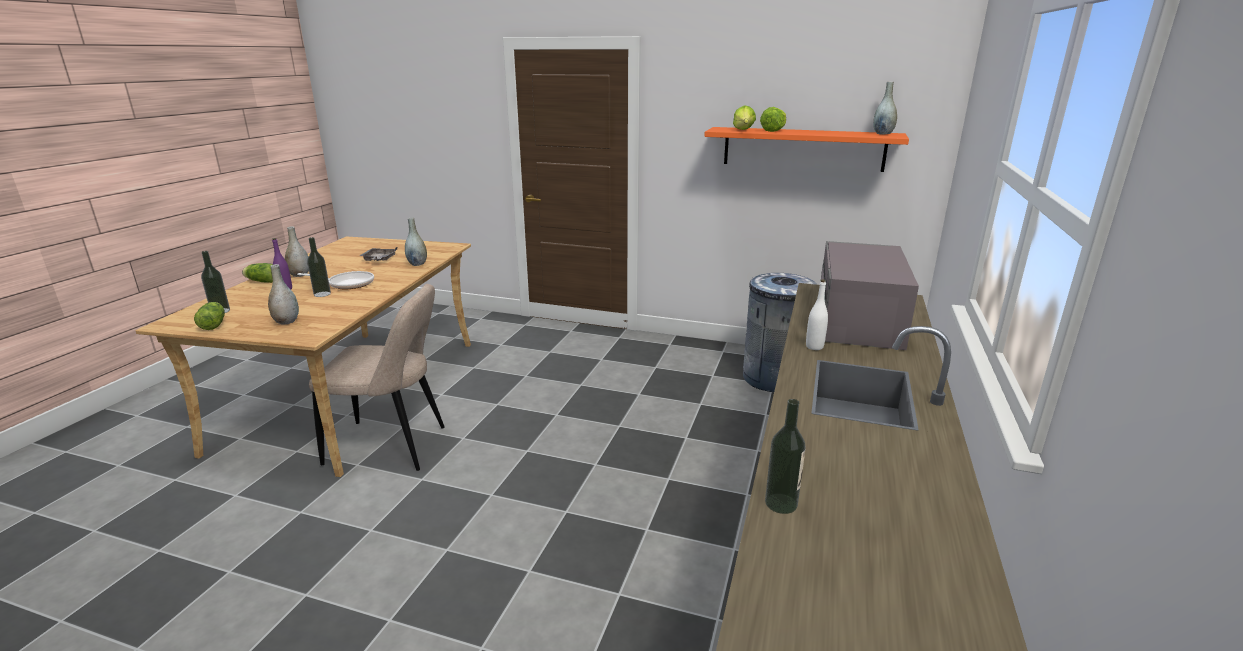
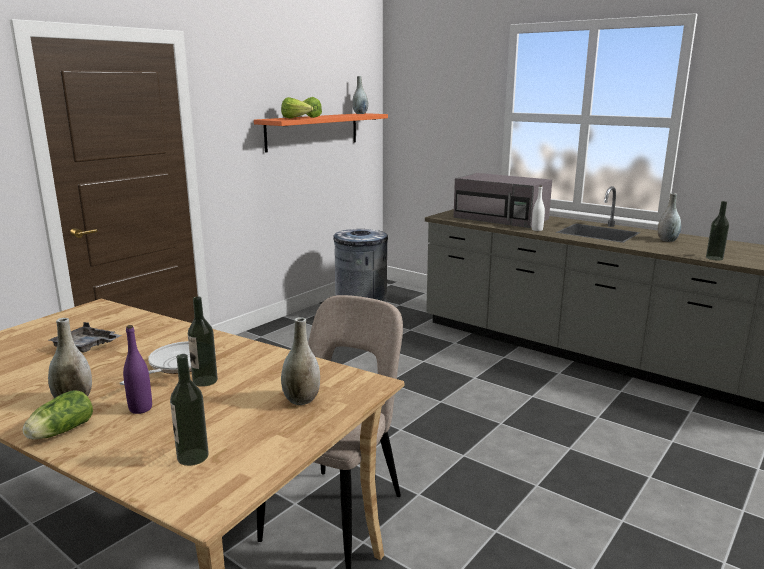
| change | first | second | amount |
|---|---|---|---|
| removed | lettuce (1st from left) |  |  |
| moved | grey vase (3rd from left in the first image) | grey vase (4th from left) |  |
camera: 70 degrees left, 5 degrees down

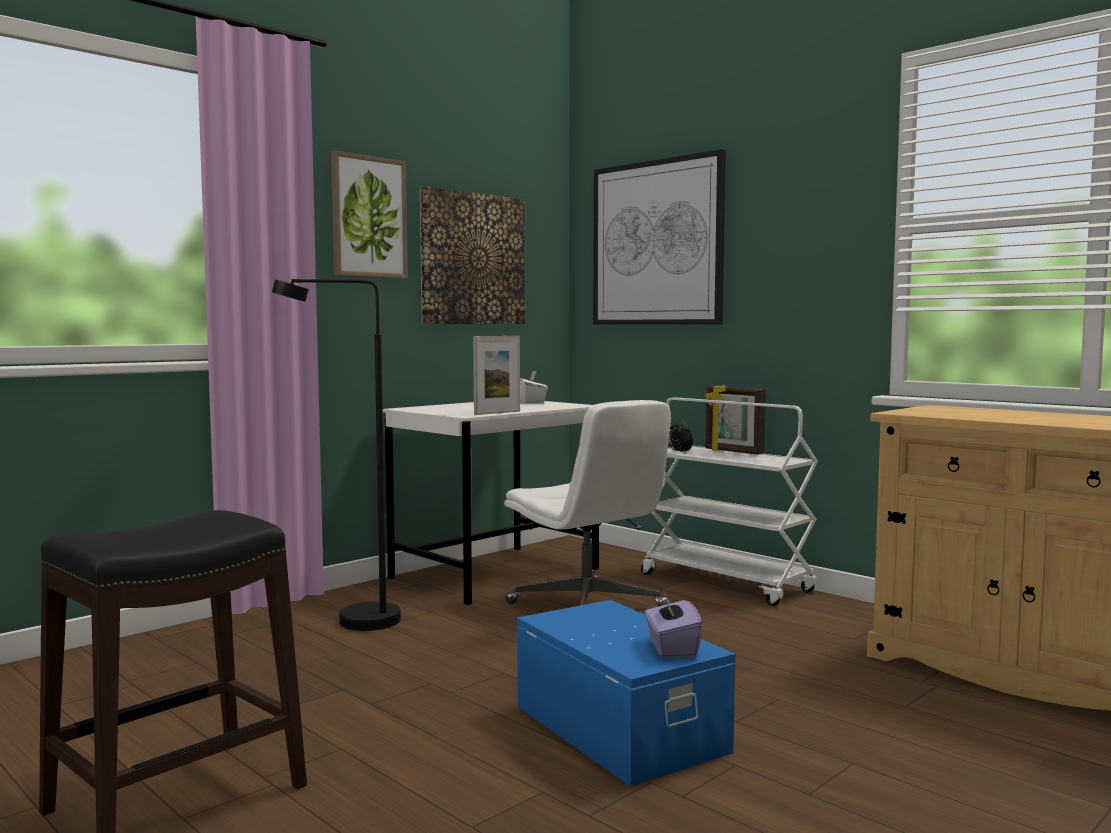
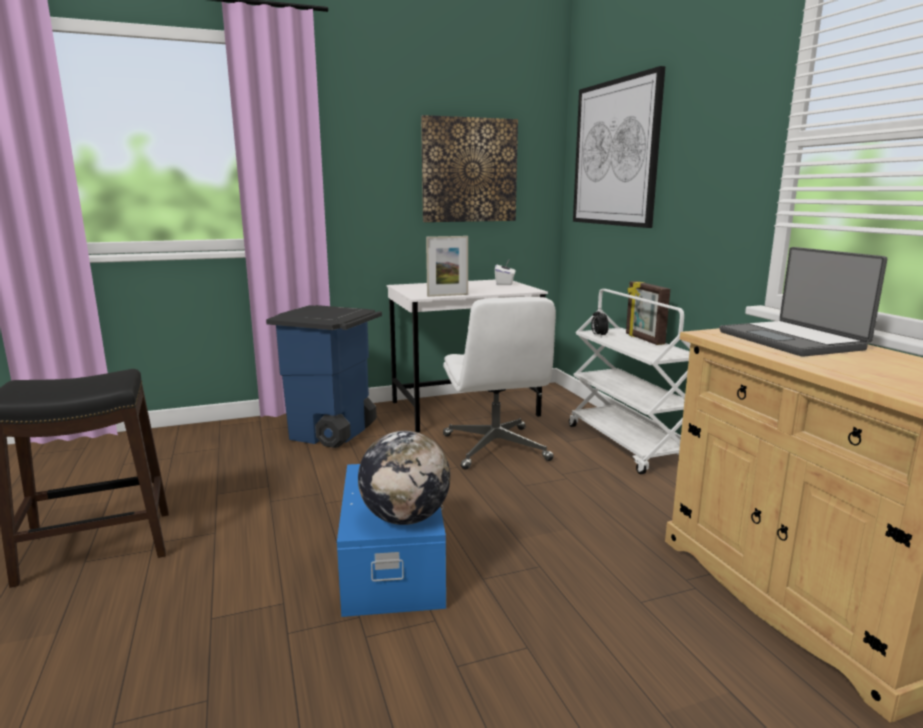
| change | first | second | amount |
|---|---|---|---|
| removed | picture (1st from left) |  |  |
| added |  | laptop |  |
| replaced | black floor lamp | blue trash can |  |
| replaced | purple tissue box | globe |  |
camera: 25 degrees right, 10 degrees up

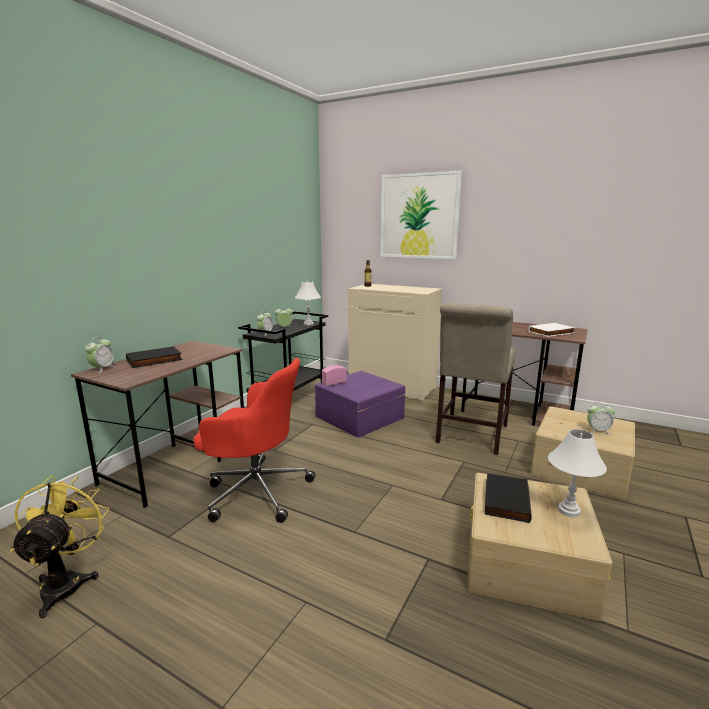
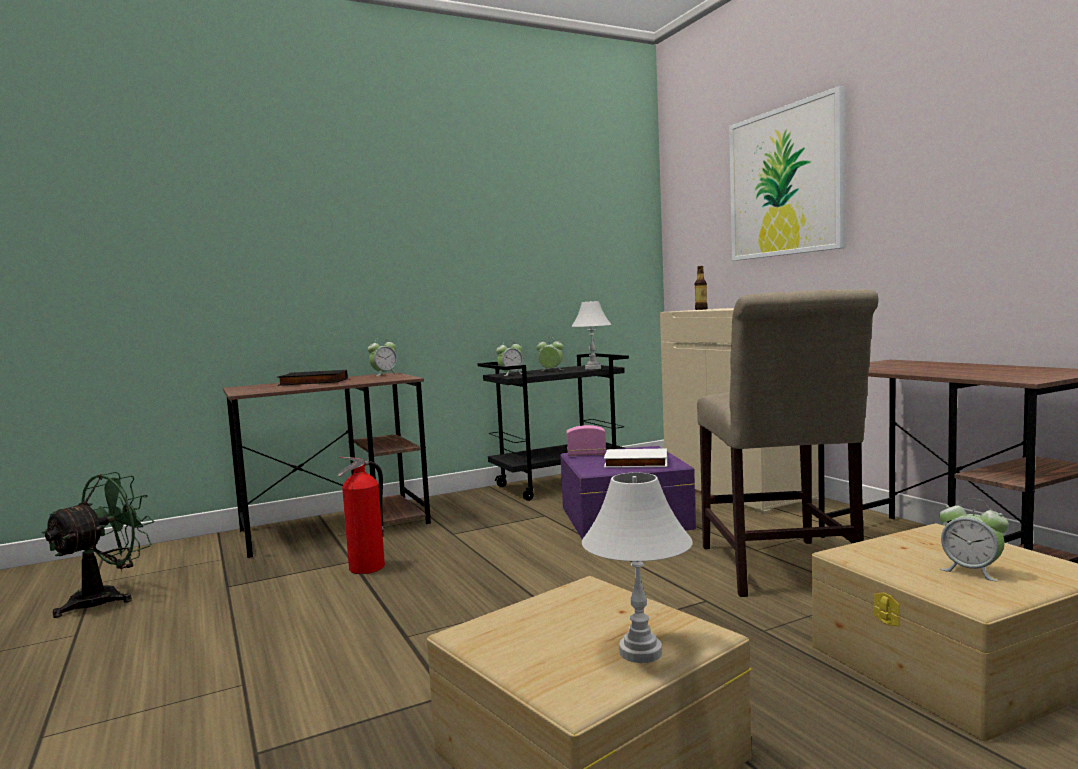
| change | first | second | amount |
|---|---|---|---|
| removed | black book (2nd from left) |  |  |
| moved | alarm clock (1st from left) |  |  |
| moved | white book |  |  |
| replaced | red office chair | fire extinguisher |  |
| recoloured | yellow fan | green fan |  |
| turned | beige chair |  | 60 degrees counterclockwise |
camera: 35 degrees right, 10 degrees down

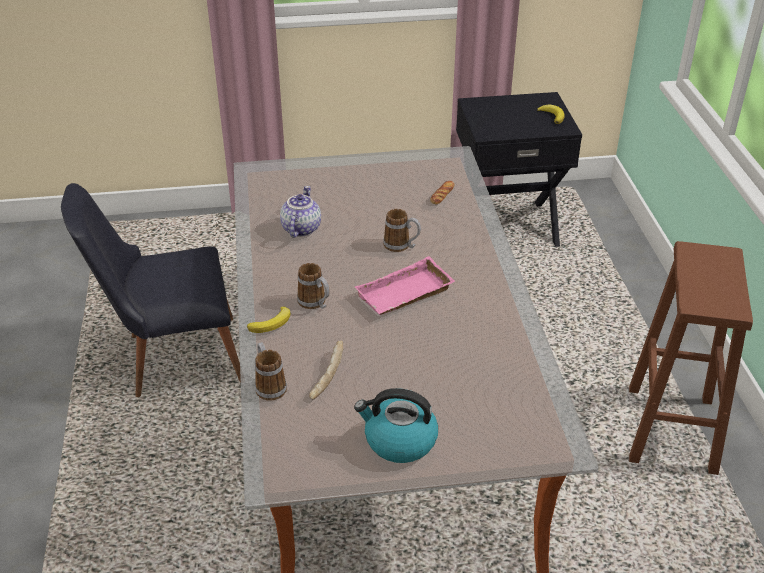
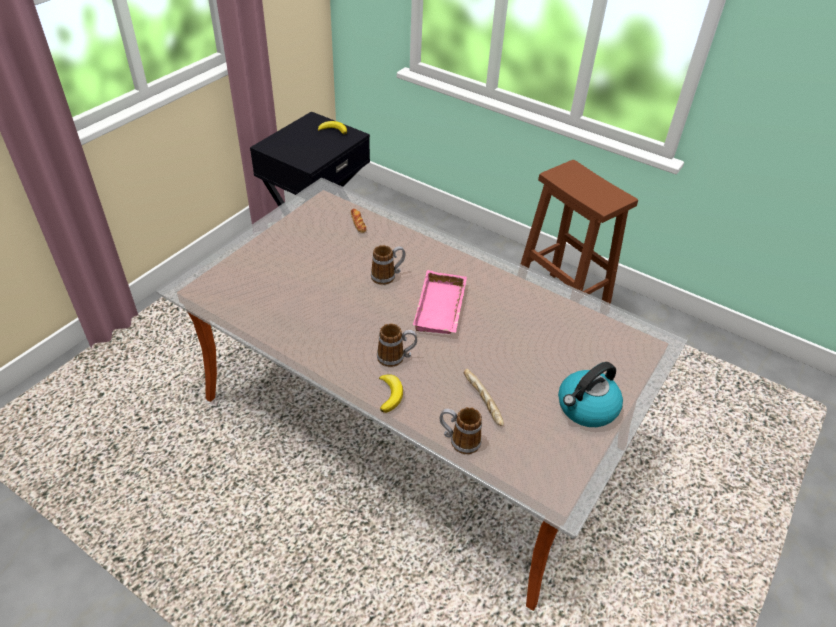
| change | first | second | amount |
|---|---|---|---|
| removed | black chair |  |  |
| removed | teapot |  |  |
camera: 50 degrees left, 5 degrees up

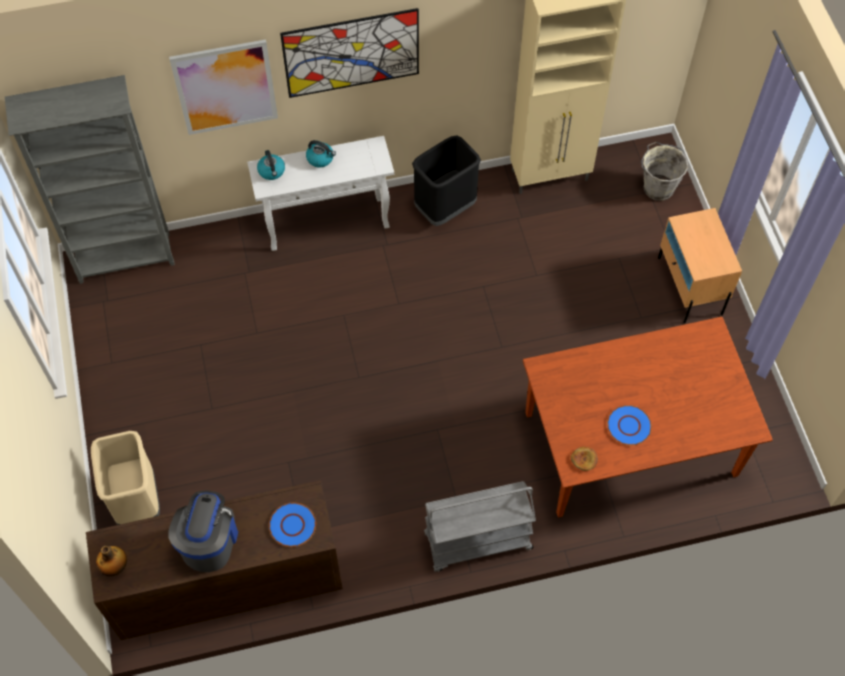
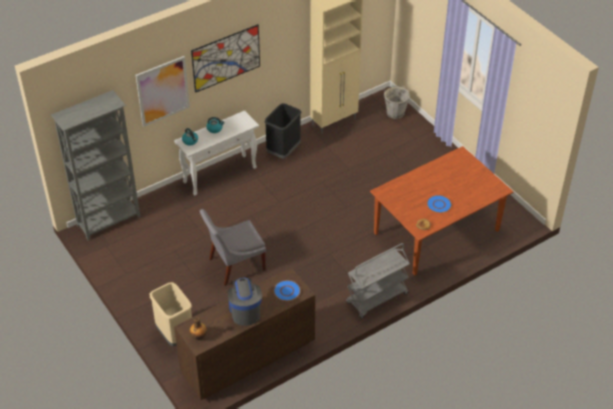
| change | first | second | amount |
|---|---|---|---|
| removed | beige nightstand |  |  |
| added |  | grey chair |  |
camera: 20 degrees left, 15 degrees down

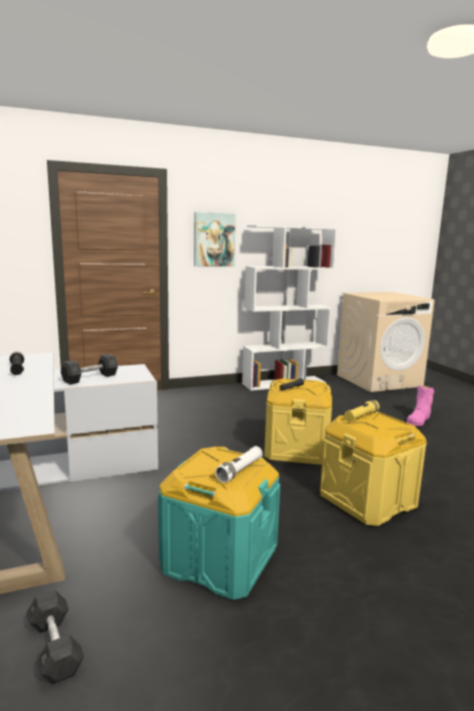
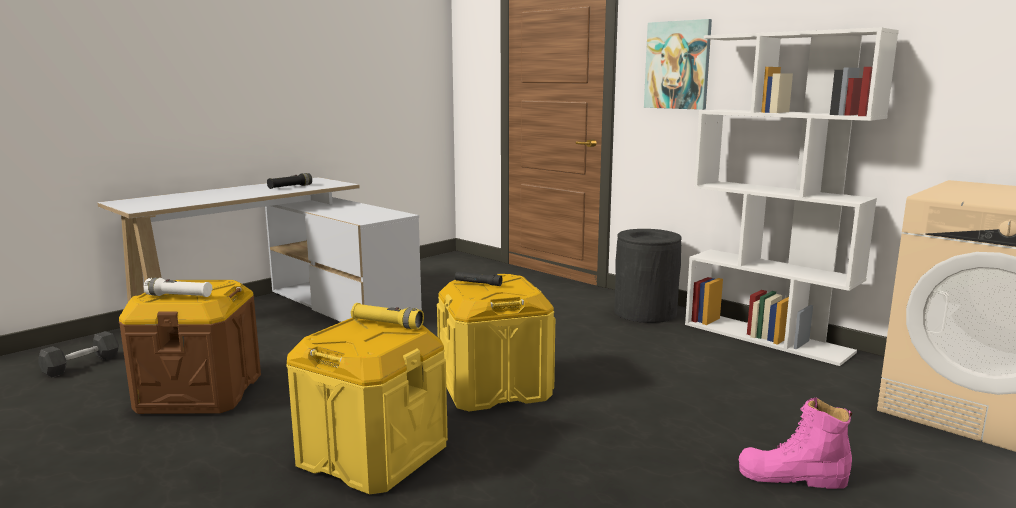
| change | first | second | amount |
|---|---|---|---|
| removed | grey dumbbell (2nd from left) |  |  |
| added |  | black trash can |  |
| recoloured | turquoise storage box | brown storage box |  |
camera: 65 degrees right, 0 degrees up

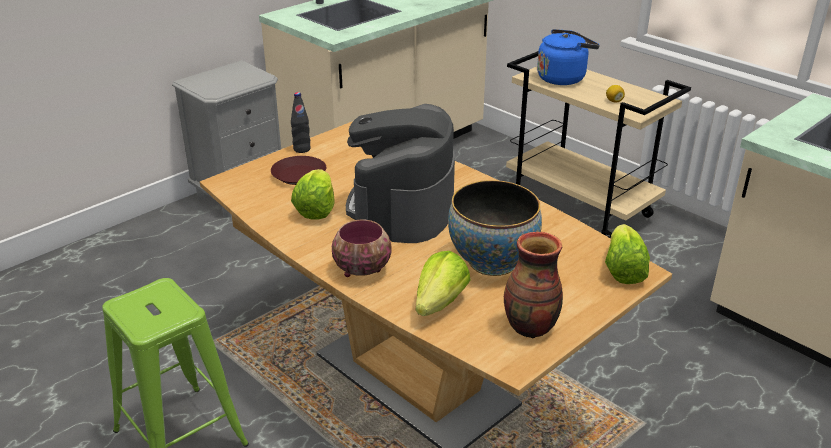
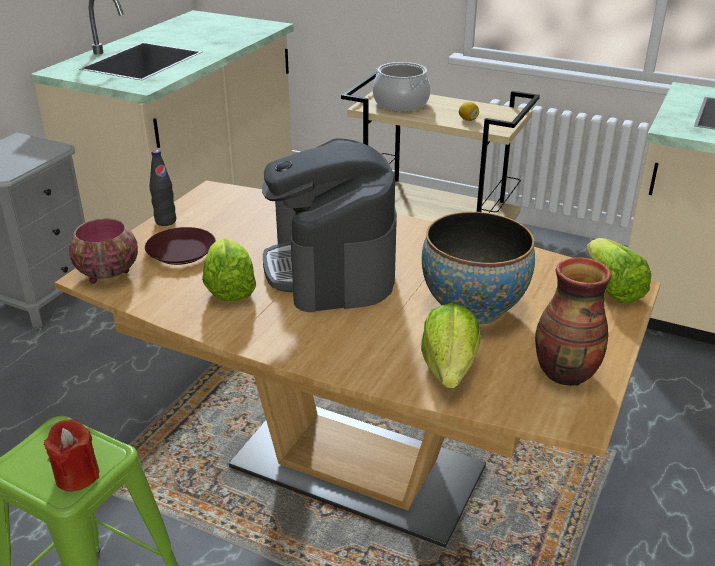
| change | first | second | amount |
|---|---|---|---|
| added |  | red candle |  |
| moved | bowl (1st from left) |  |  |
| replaced | blue kettle | cooking pot |  |
camera: 20 degrees left, 0 degrees up

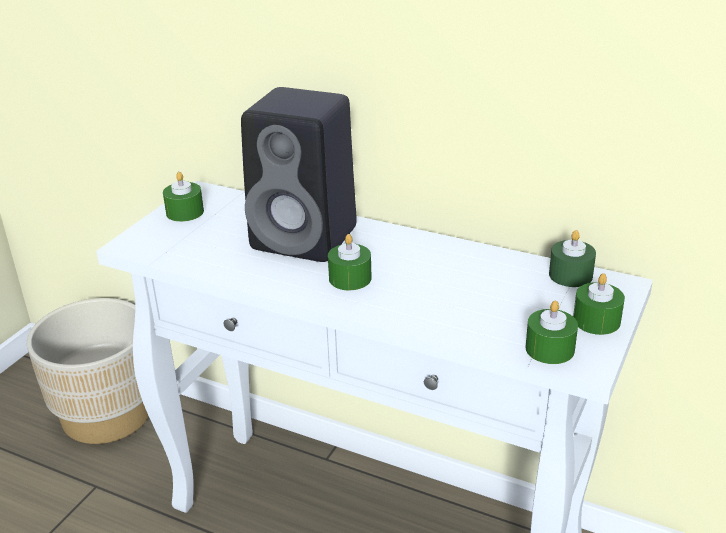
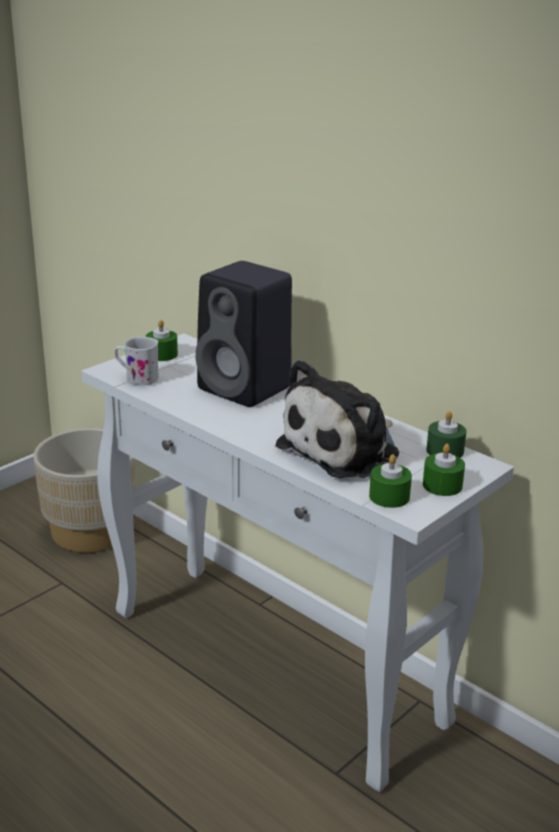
| change | first | second | amount |
|---|---|---|---|
| removed | green candle (2nd from left) |  |  |
| added |  | white mug |  |
| added |  | plush toy |  |
camera: 15 degrees right, 5 degrees down

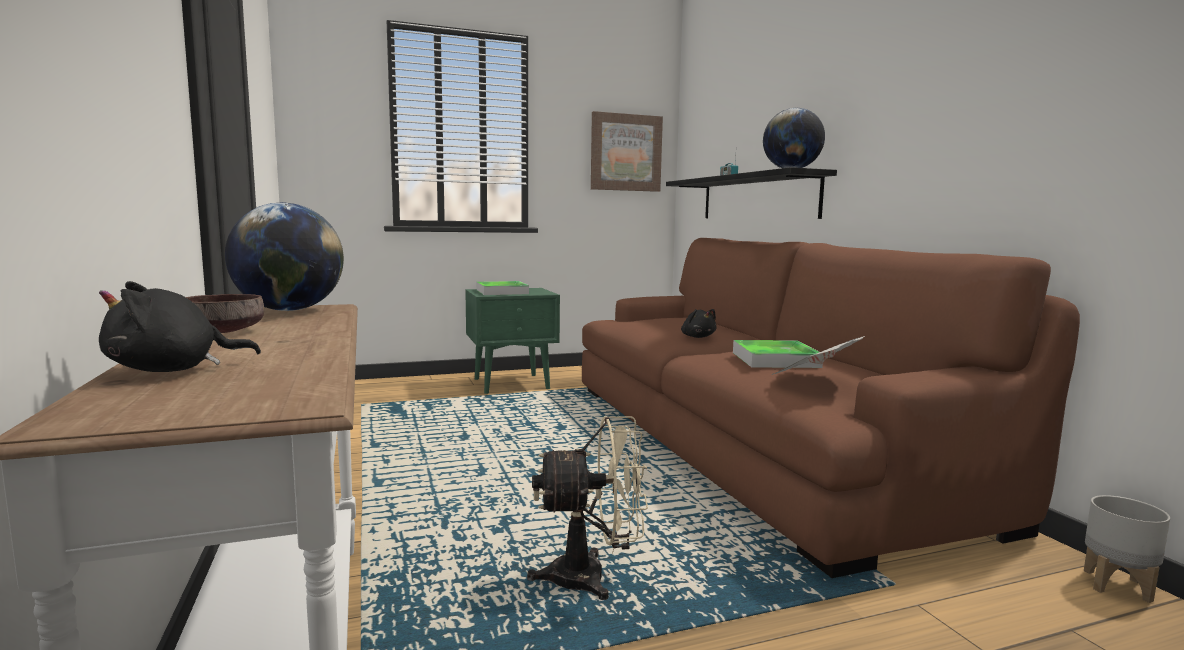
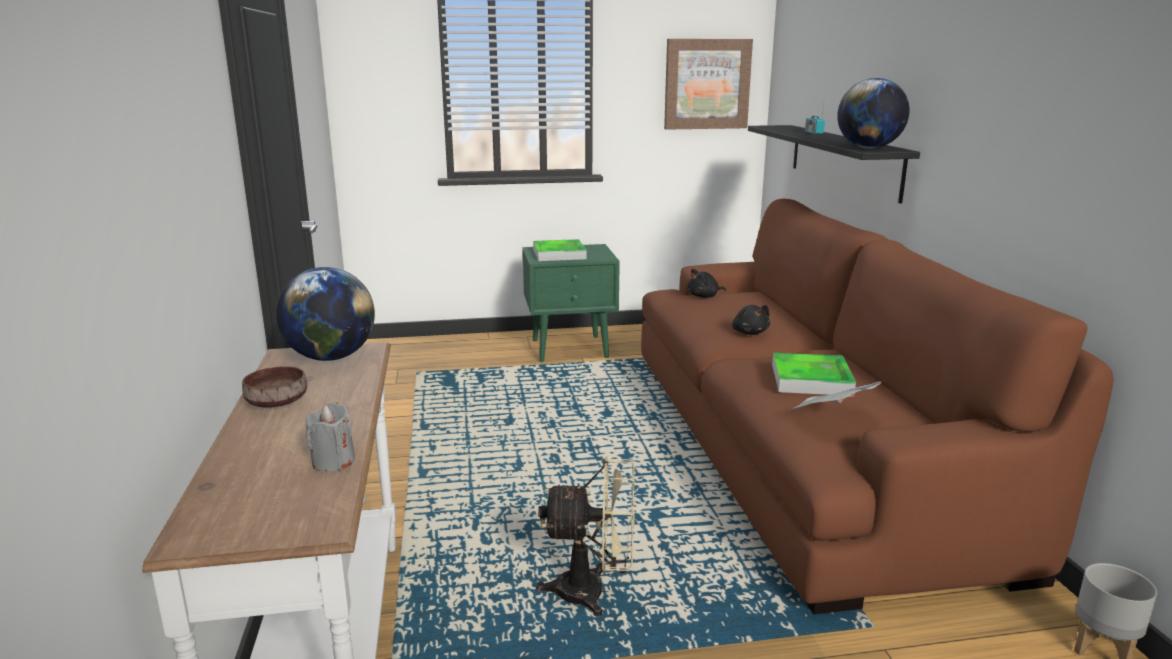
| change | first | second | amount |
|---|---|---|---|
| added |  | grey candle |  |
| moved | black plush toy (1st from left) |  |  |
camera: 10 degrees right, 10 degrees up

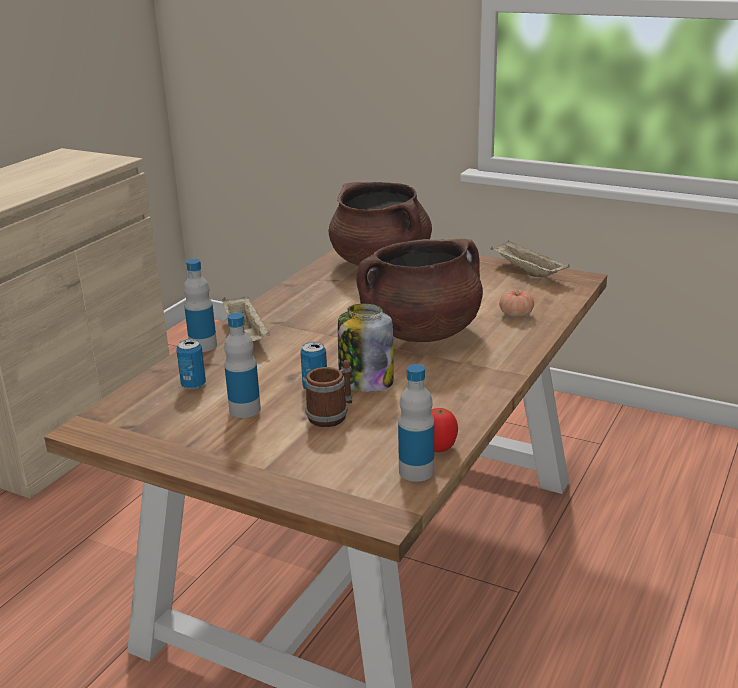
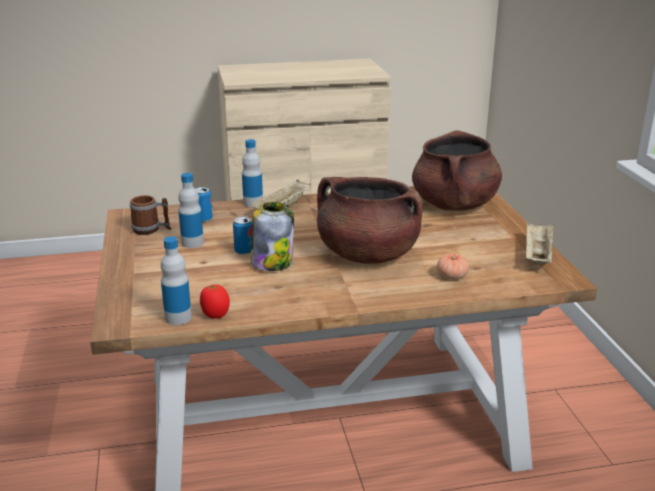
| change | first | second | amount |
|---|---|---|---|
| moved | mug |  |  |
camera: 50 degrees right, 0 degrees up

